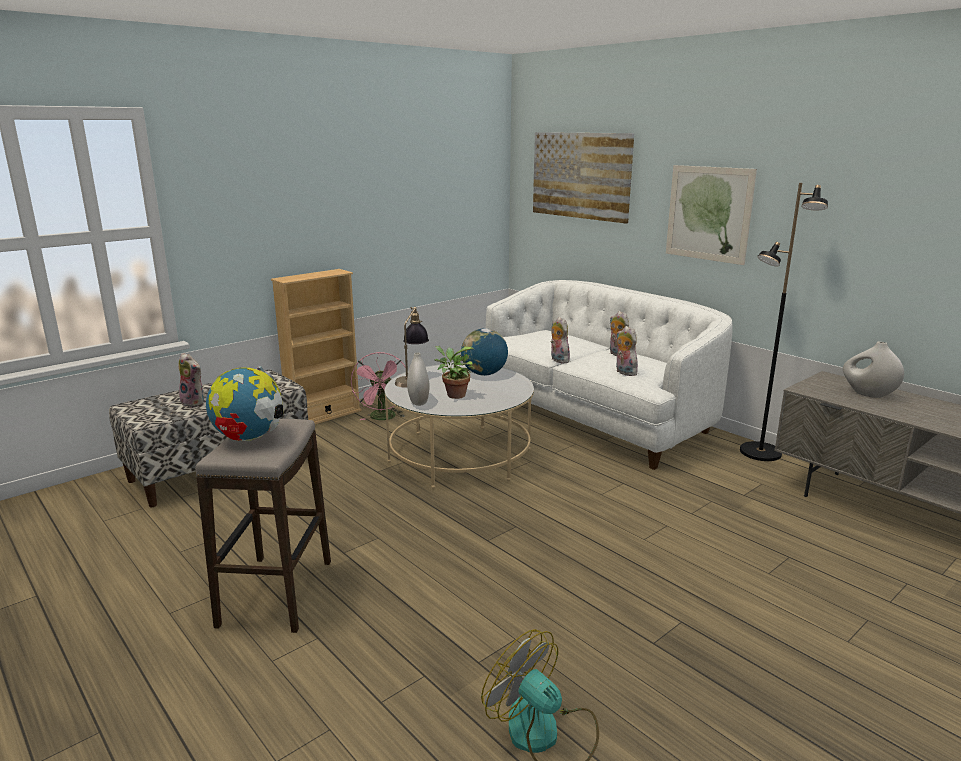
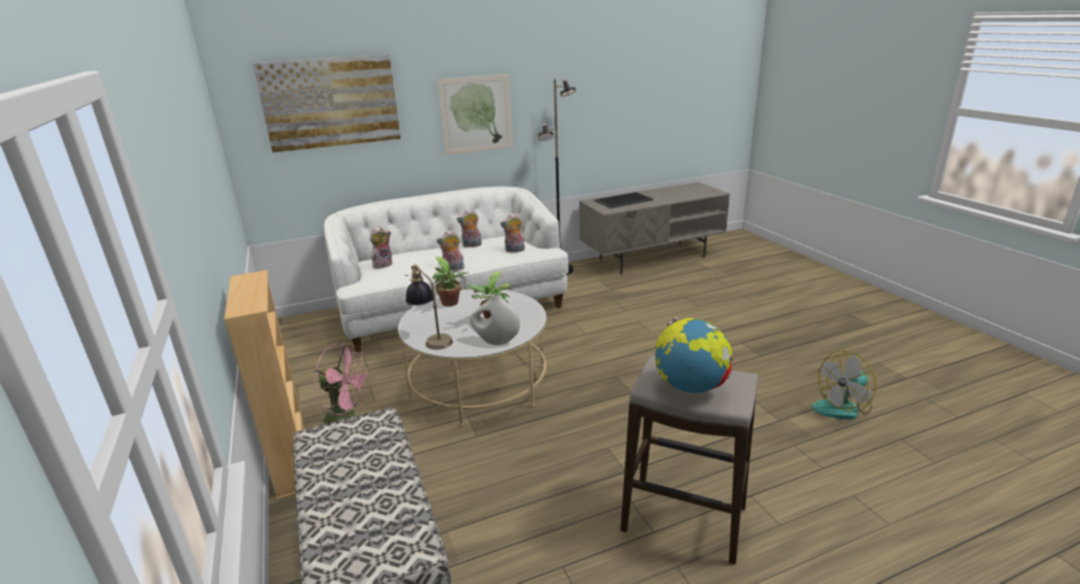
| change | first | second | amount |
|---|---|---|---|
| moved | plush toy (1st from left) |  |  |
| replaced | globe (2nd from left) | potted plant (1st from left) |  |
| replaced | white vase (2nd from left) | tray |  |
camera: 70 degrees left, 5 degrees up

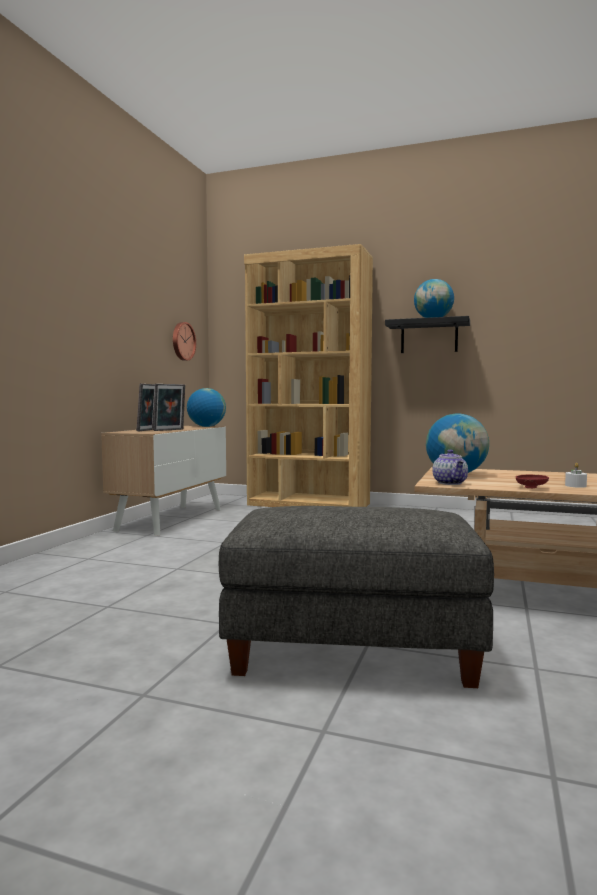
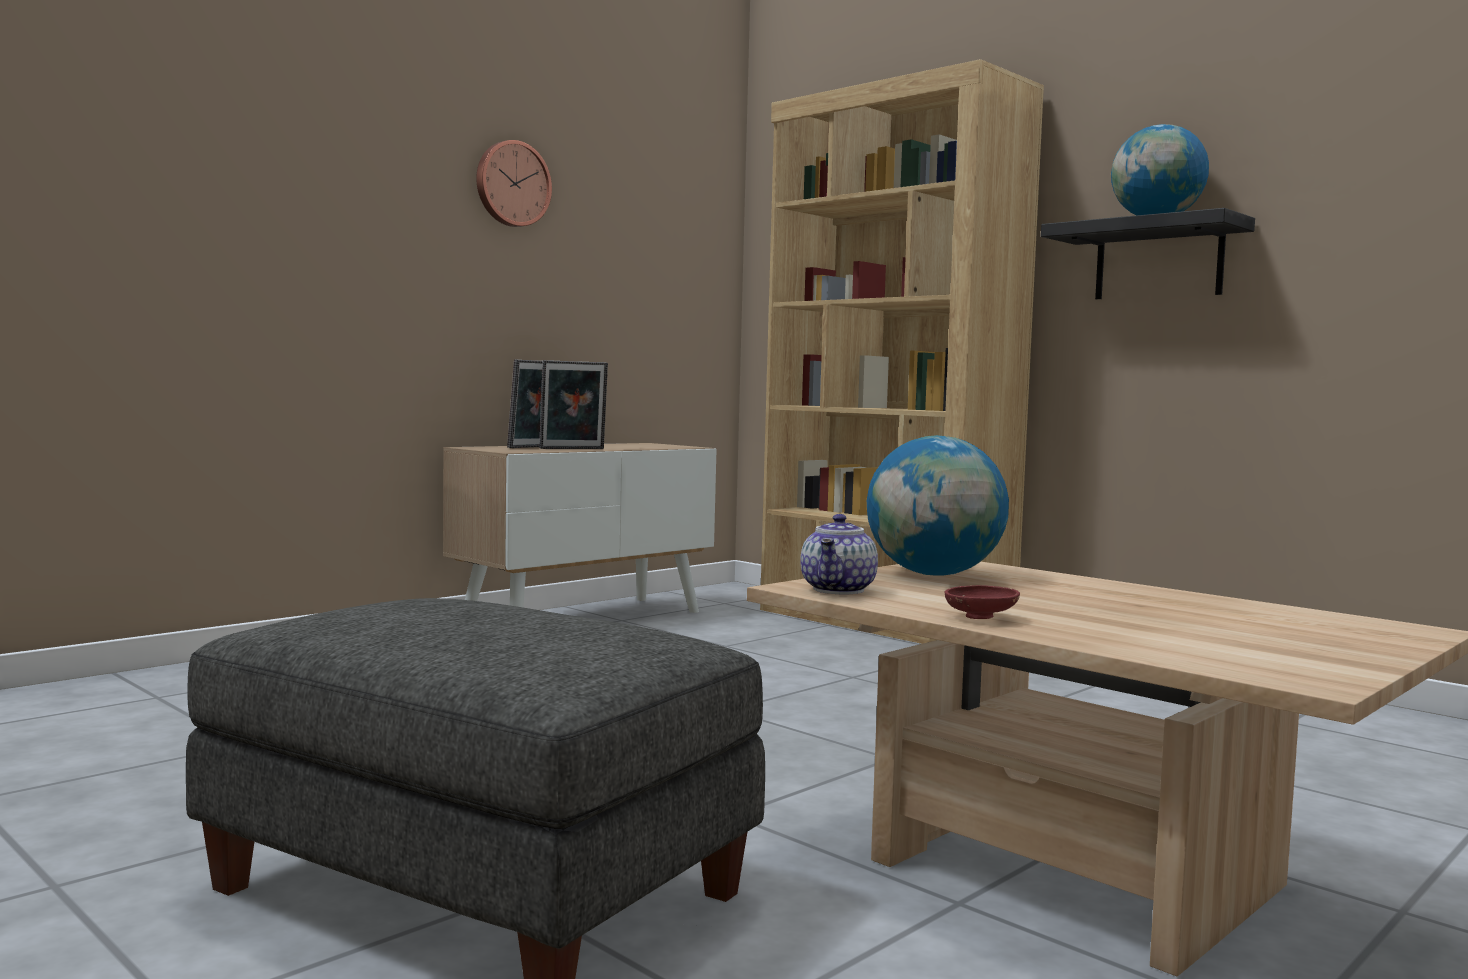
| change | first | second | amount |
|---|---|---|---|
| removed | globe (1st from left) |  |  |
| removed | white candle |  |  |
| moved | wall clock |  |  |
camera: 25 degrees right, 0 degrees up

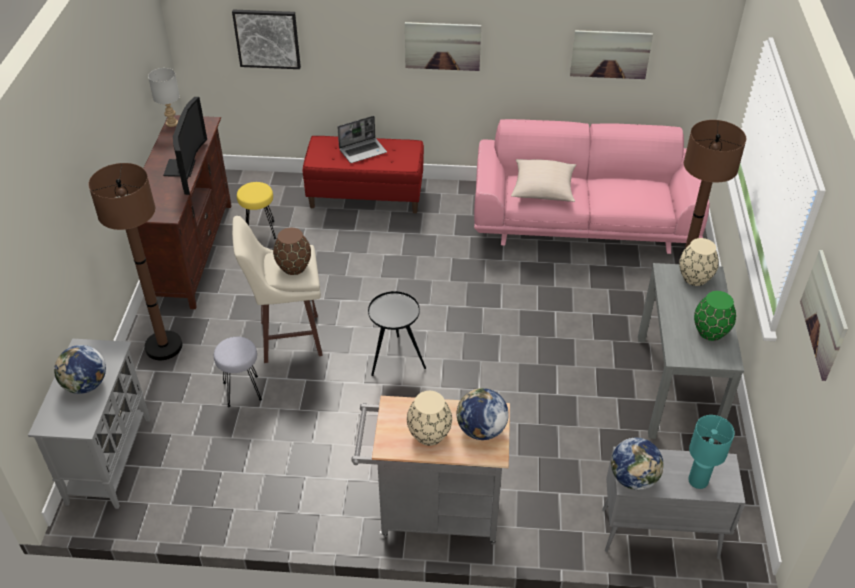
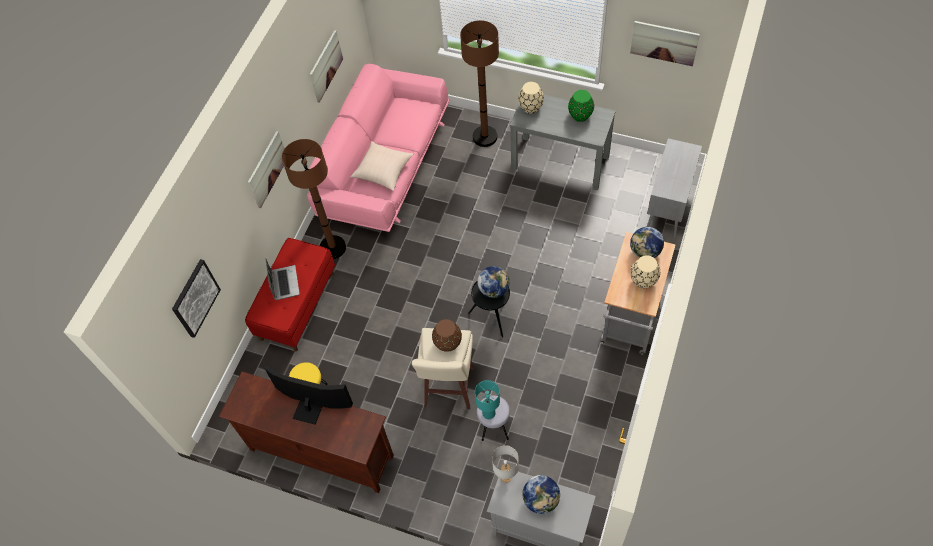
| change | first | second | amount |
|---|---|---|---|
| moved | brown floor lamp (1st from left) |  |  |
| moved | grey table lamp |  |  |
| moved | globe (3rd from left in the first image) | globe (1st from left) |  |
| moved | turquoise table lamp |  |  |
camera: 70 degrees left, 15 degrees up

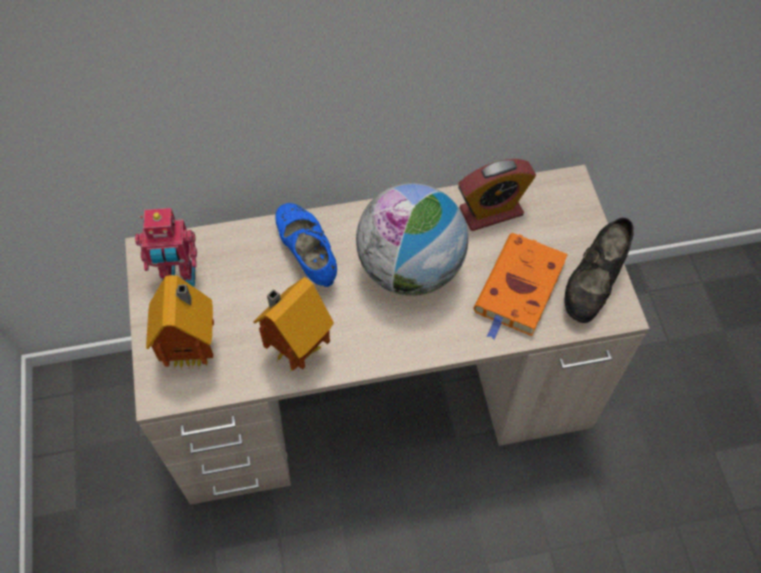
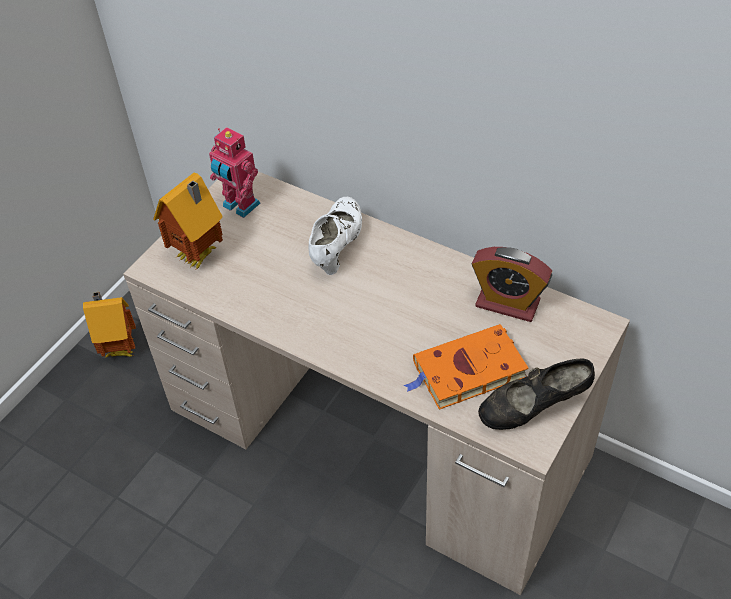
| change | first | second | amount |
|---|---|---|---|
| removed | globe |  |  |
| moved | toy house (2nd from left in the first image) | toy house (1st from left) |  |
| recoloured | blue shoe | white shoe |  |
camera: 45 degrees right, 10 degrees down

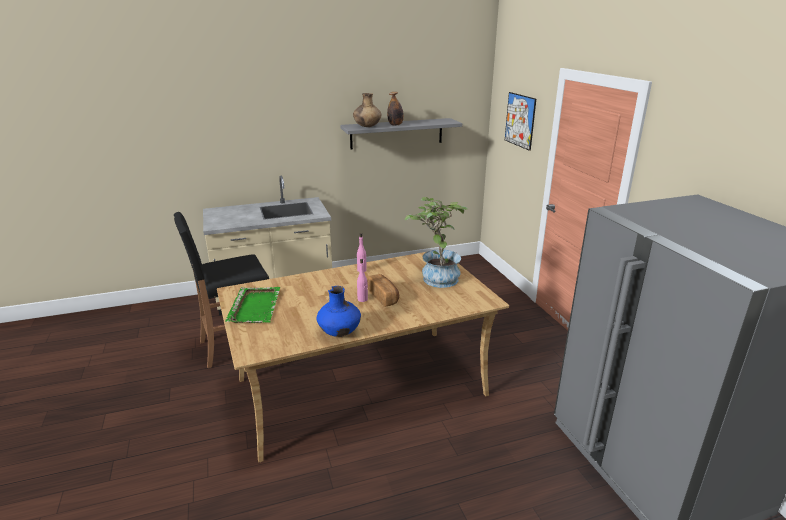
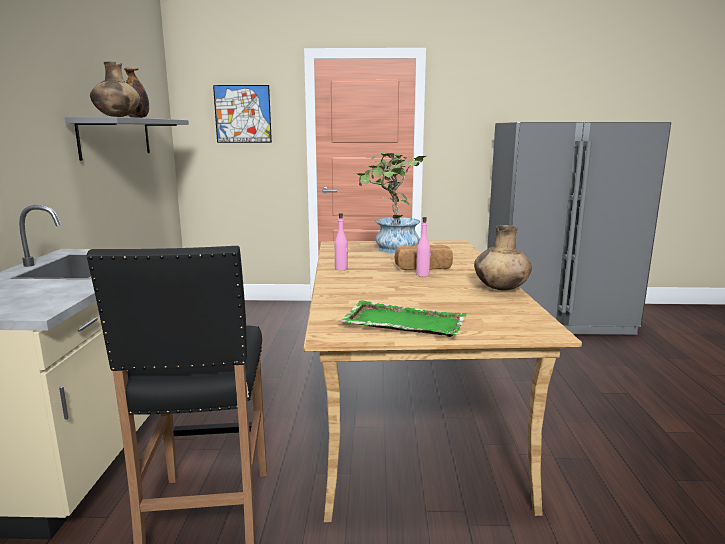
| change | first | second | amount |
|---|---|---|---|
| recoloured | blue vase | brown vase (2nd from left) |  |
camera: 70 degrees left, 10 degrees down

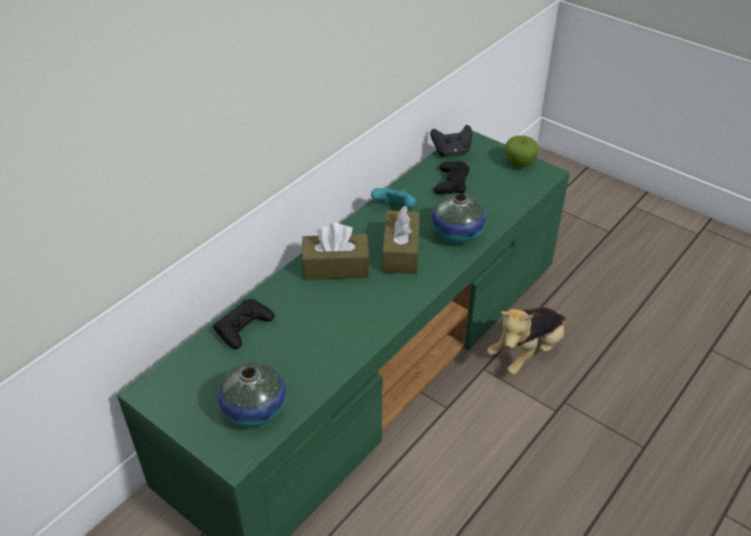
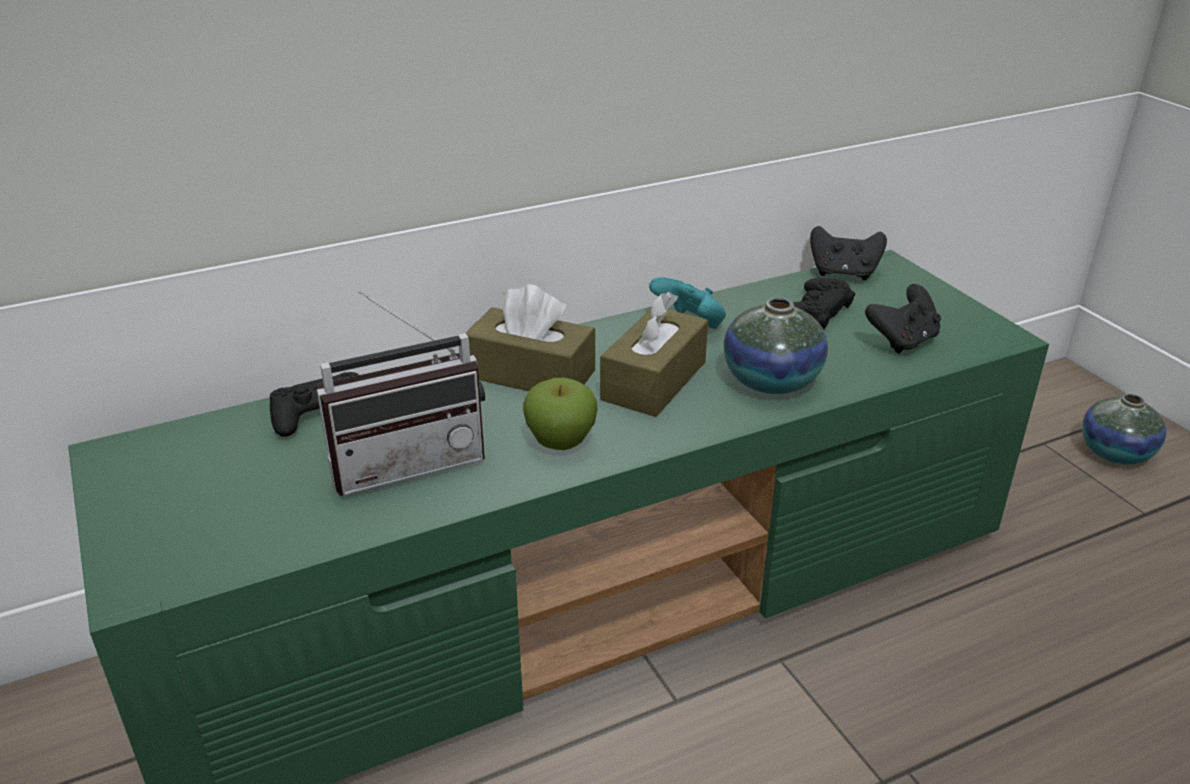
| change | first | second | amount |
|---|---|---|---|
| removed | plush toy |  |  |
| added |  | radio |  |
| added |  | black game controller (4th from left) |  |
| moved | vase (1st from left in the first image) | vase (2nd from left) |  |
| moved | apple |  |  |
camera: 25 degrees right, 10 degrees down

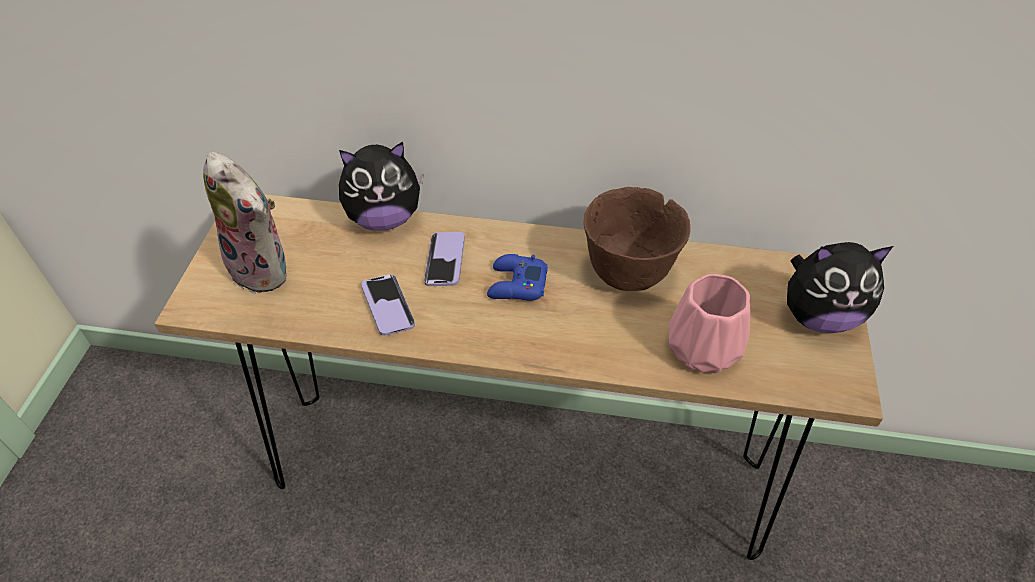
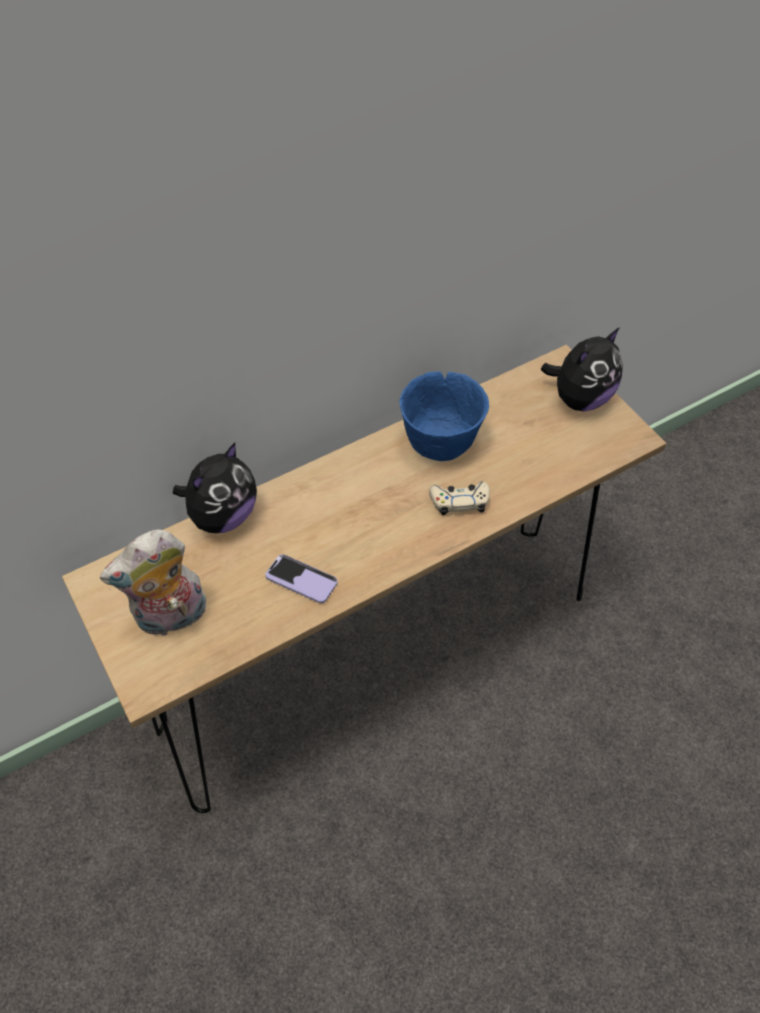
| change | first | second | amount |
|---|---|---|---|
| removed | phone (2nd from left) |  |  |
| removed | blue game controller |  |  |
| removed | pink vase |  |  |
| added |  | beige game controller |  |
| recoloured | brown bowl | blue bowl |  |
| turned | plush toy (1st from left) |  | 150 degrees clockwise |
camera: 40 degrees left, 5 degrees up

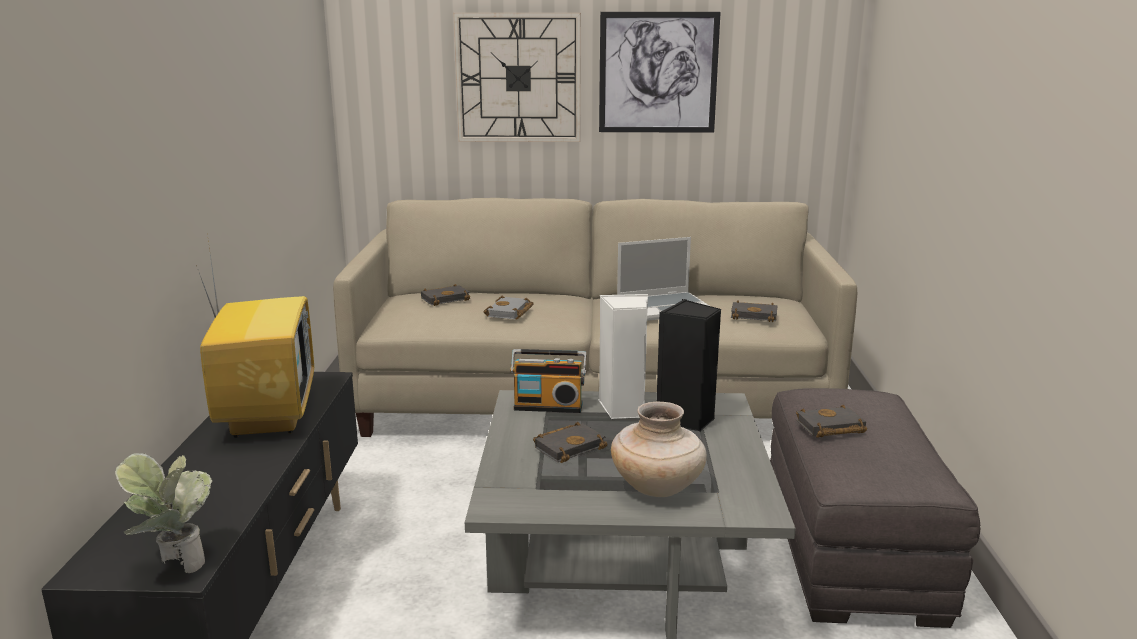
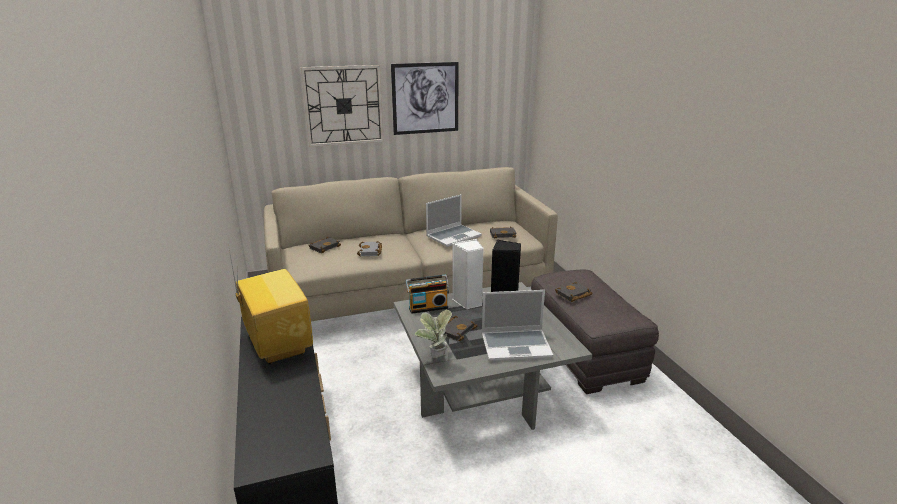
| change | first | second | amount |
|---|---|---|---|
| moved | potted plant |  |  |
| replaced | beige vase | laptop (2nd from left) |  |
camera: 20 degrees left, 5 degrees up

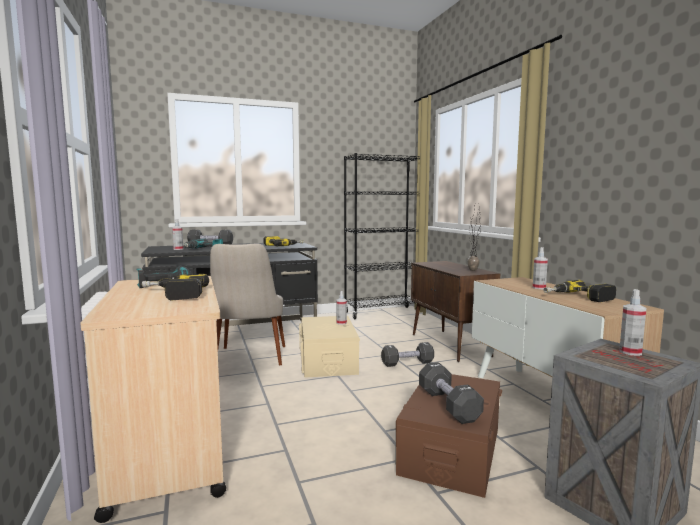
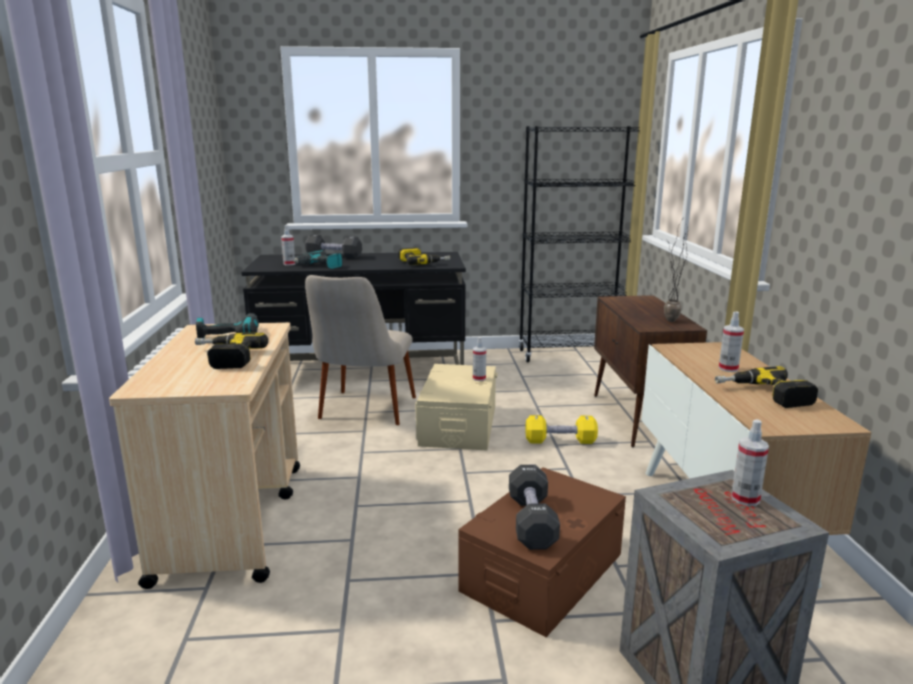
| change | first | second | amount |
|---|---|---|---|
| recoloured | black dumbbell (2nd from left) | yellow dumbbell |  |
camera: 15 degrees right, 10 degrees up

